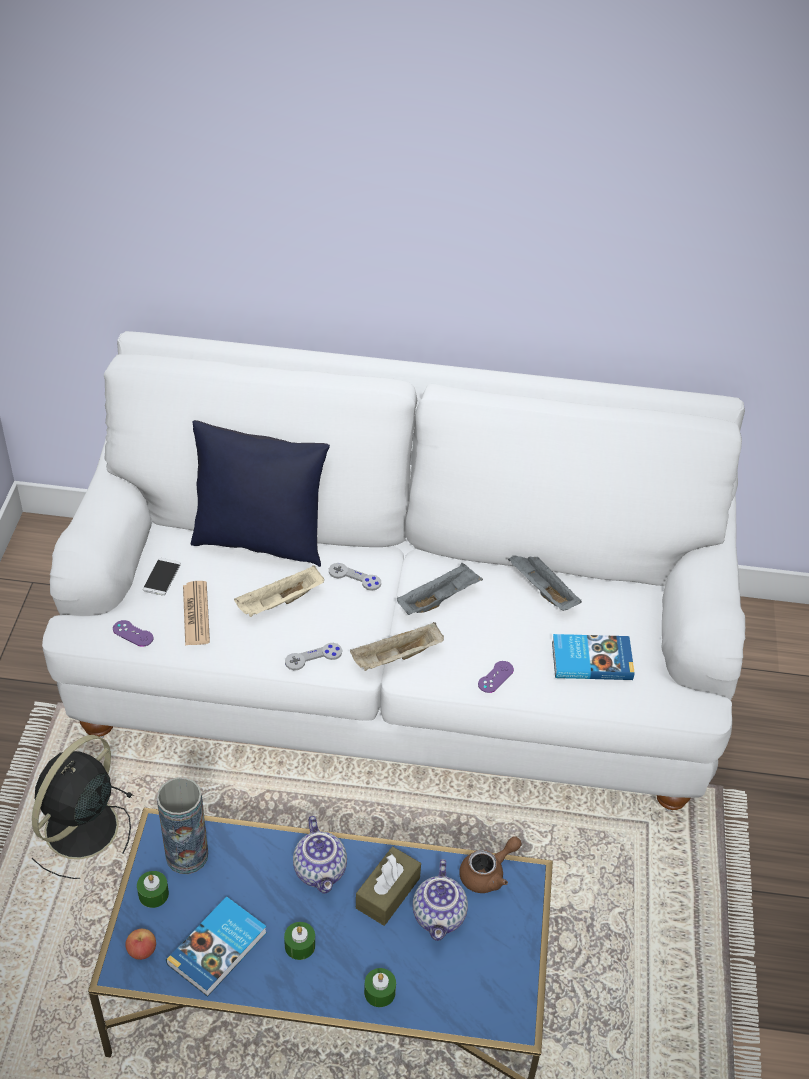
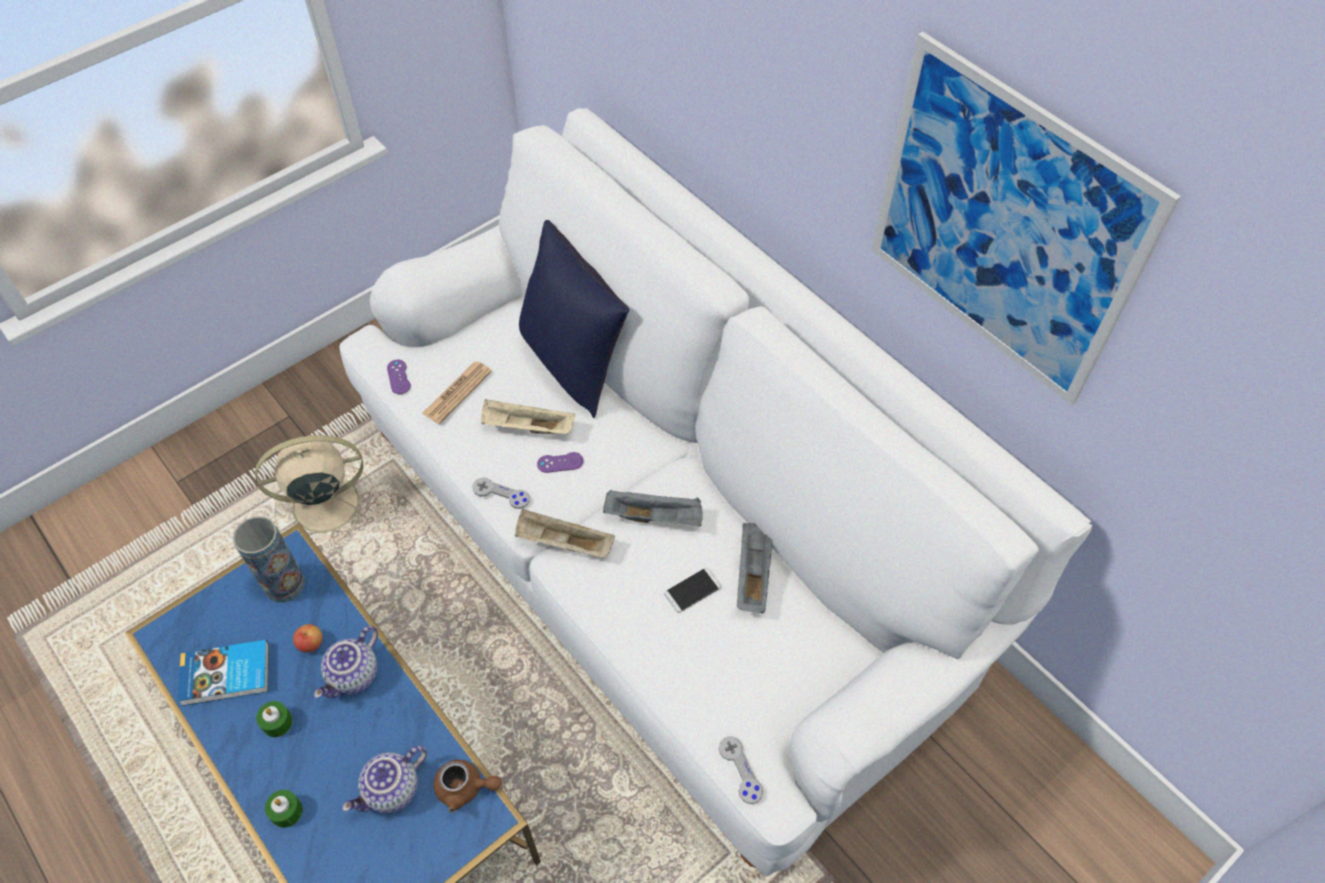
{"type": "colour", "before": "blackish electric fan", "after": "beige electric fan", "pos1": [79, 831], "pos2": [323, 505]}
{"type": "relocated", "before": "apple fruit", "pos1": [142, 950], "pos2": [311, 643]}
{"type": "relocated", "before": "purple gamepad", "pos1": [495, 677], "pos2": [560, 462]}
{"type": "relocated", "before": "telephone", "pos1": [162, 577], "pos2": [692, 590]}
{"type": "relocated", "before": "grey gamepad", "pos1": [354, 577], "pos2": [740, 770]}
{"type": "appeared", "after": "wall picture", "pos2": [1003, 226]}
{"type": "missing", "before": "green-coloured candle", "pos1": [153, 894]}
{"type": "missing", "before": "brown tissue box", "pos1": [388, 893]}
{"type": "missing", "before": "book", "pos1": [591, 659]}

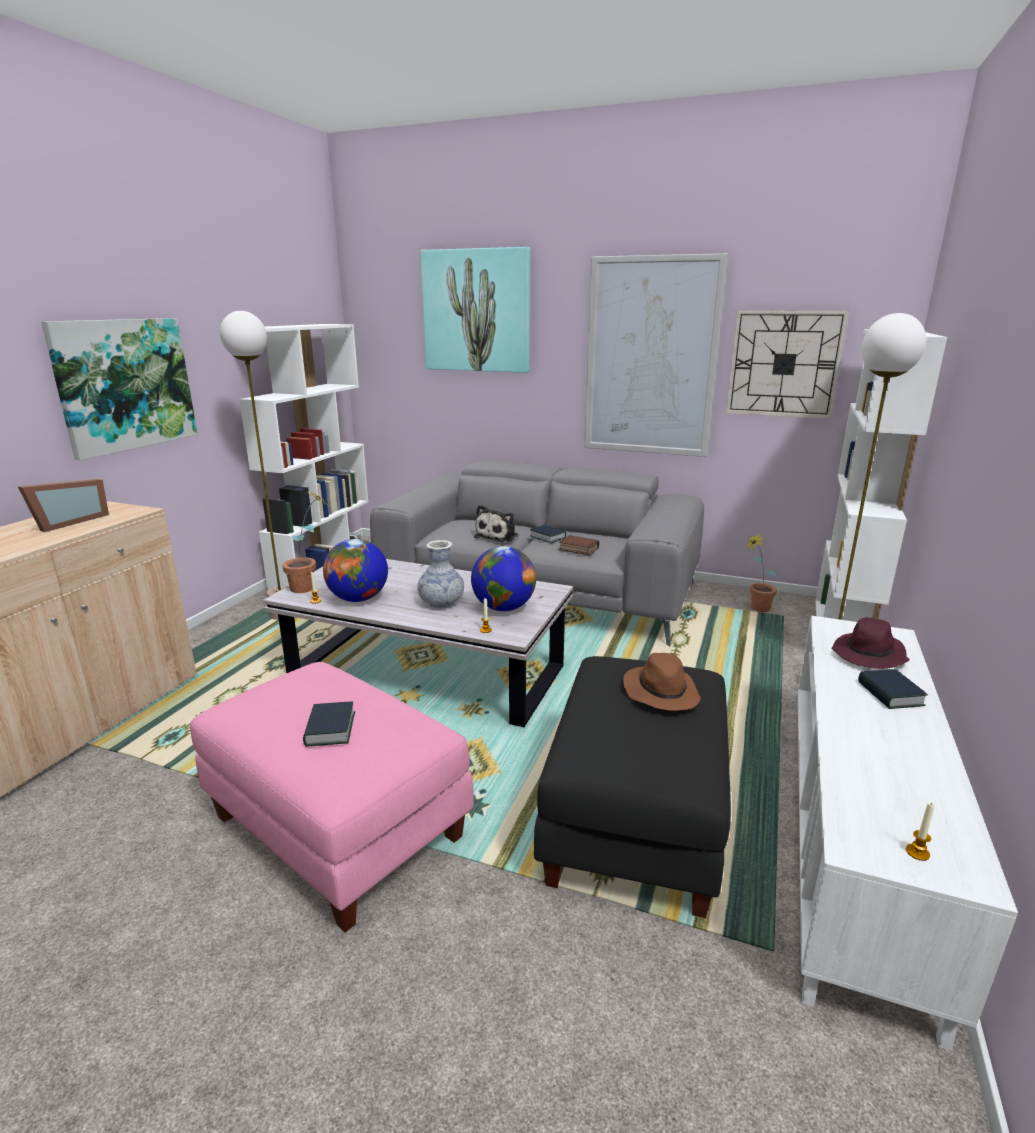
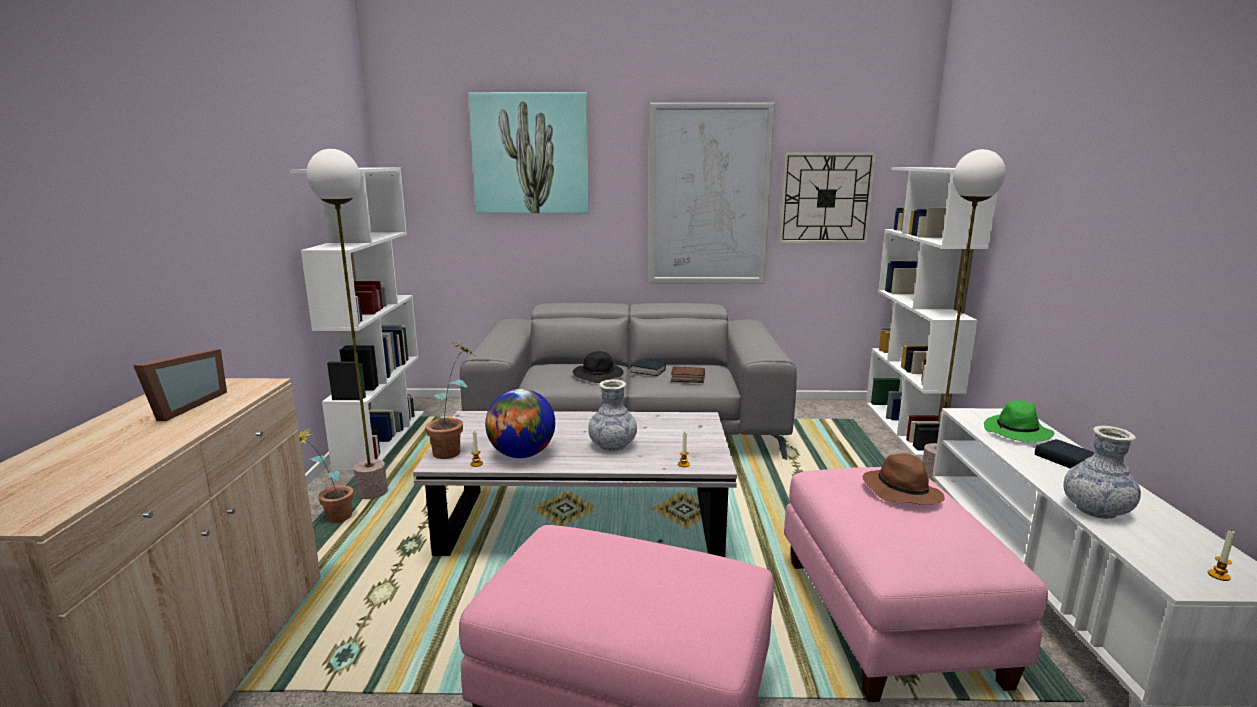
{"type": "relocated", "before": "houseplant", "pos1": [755, 609], "pos2": [331, 520]}
{"type": "exchanged", "before": "plush toy", "after": "blackish hat", "pos1": [498, 536], "pos2": [599, 375]}
{"type": "colour", "before": "blackish pouffe", "after": "pink-coloured pouffe", "pos1": [636, 820], "pos2": [890, 620]}
{"type": "colour", "before": "purple hat", "after": "green-coloured hat", "pos1": [869, 655], "pos2": [1017, 433]}
{"type": "appeared", "after": "decorative vase", "pos2": [1096, 510]}
{"type": "missing", "before": "wall picture", "pos1": [125, 384]}
{"type": "missing", "before": "book", "pos1": [330, 729]}
{"type": "missing", "before": "globe", "pos1": [503, 608]}

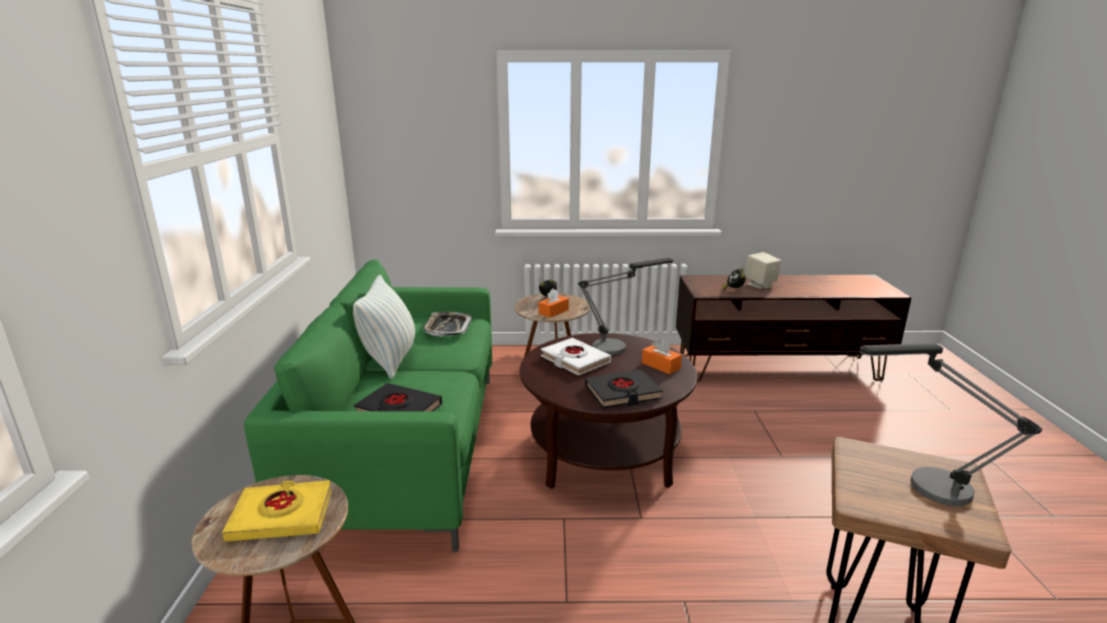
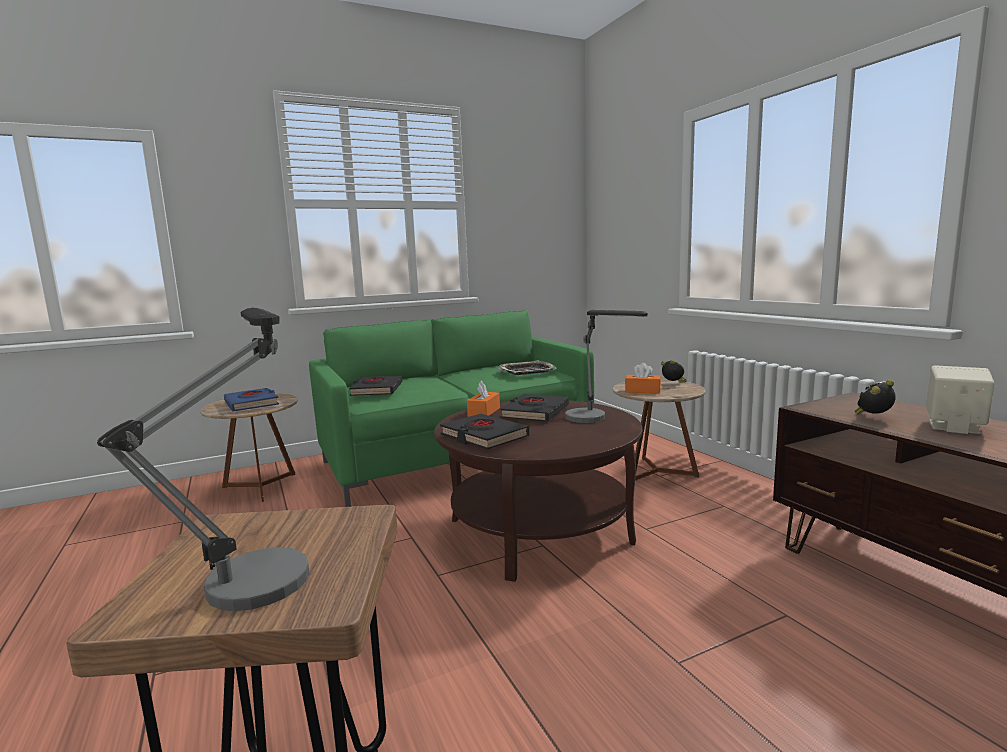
{"type": "colour", "before": "yellow-coloured book", "after": "blue-coloured book", "pos1": [282, 516], "pos2": [252, 404]}
{"type": "relocated", "before": "orange-coloured tissue box", "pos1": [661, 365], "pos2": [484, 412]}
{"type": "colour", "before": "white book", "after": "blackish book", "pos1": [575, 360], "pos2": [535, 412]}
{"type": "missing", "before": "pillow", "pos1": [390, 360]}

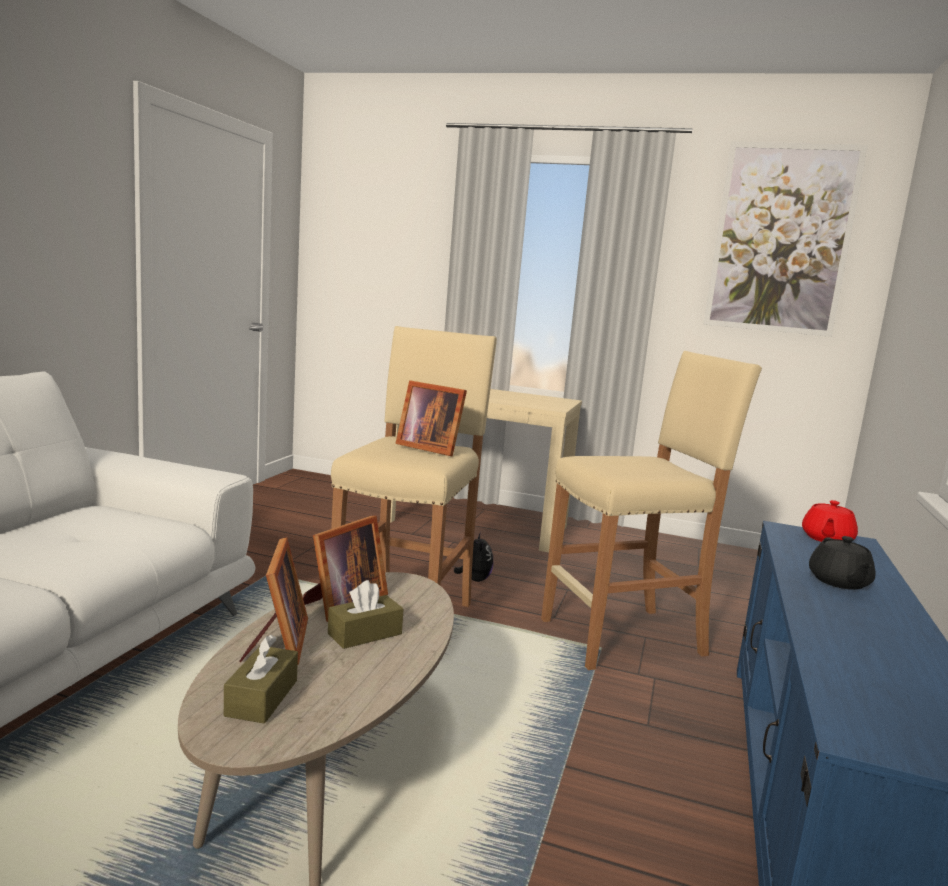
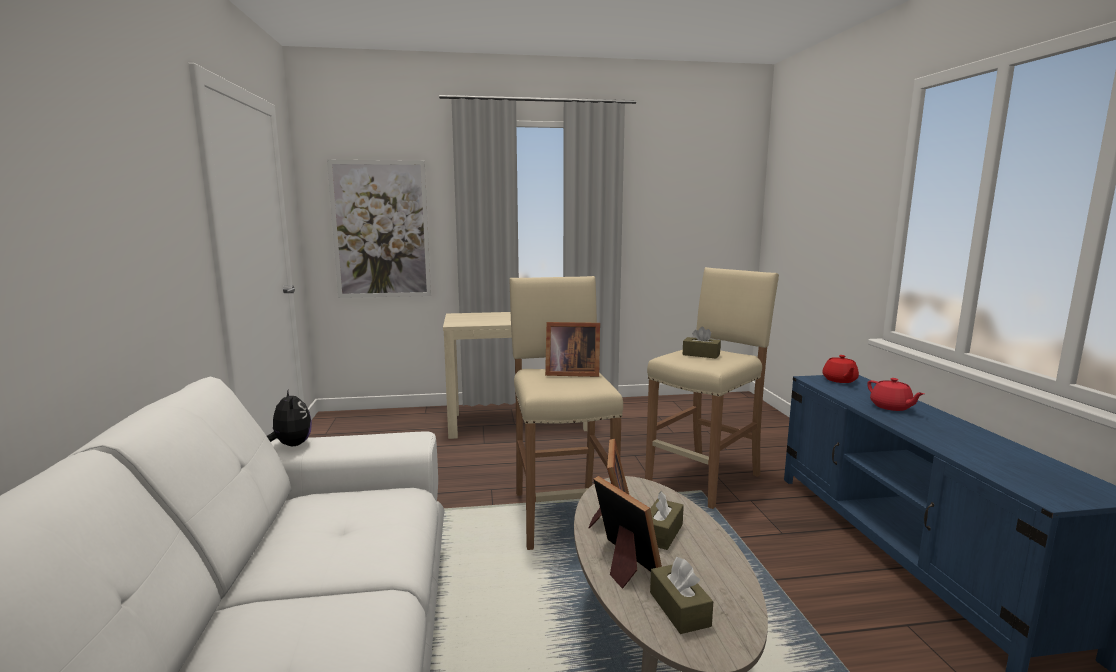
{"type": "relocated", "before": "plush toy", "pos1": [474, 580], "pos2": [291, 445]}
{"type": "relocated", "before": "wall picture", "pos1": [781, 239], "pos2": [381, 230]}
{"type": "appeared", "after": "brown tissue box", "pos2": [701, 354]}
{"type": "colour", "before": "blackish tea pot", "after": "red-coloured tea pot", "pos1": [839, 582], "pos2": [891, 407]}

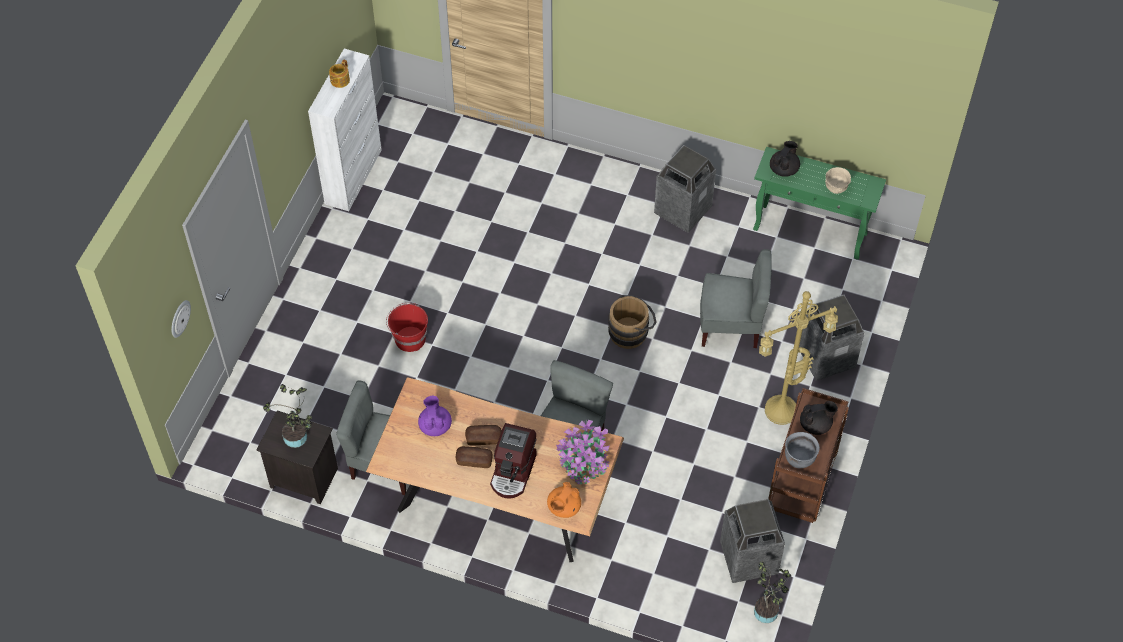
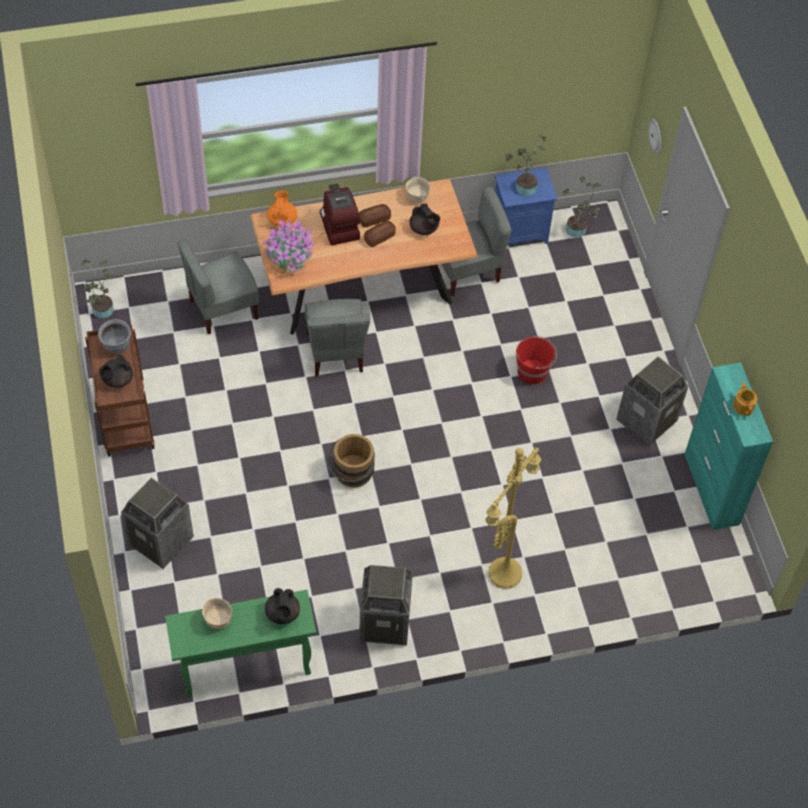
{"type": "relocated", "before": "grey chair", "pos1": [730, 326], "pos2": [223, 309]}
{"type": "appeared", "after": "beige bowl", "pos2": [417, 197]}
{"type": "colour", "before": "purple tea pot", "after": "blackish tea pot", "pos1": [435, 426], "pos2": [424, 229]}
{"type": "relocated", "before": "yellow-coloured standing lamp", "pos1": [780, 413], "pos2": [503, 571]}
{"type": "colour", "before": "blackish night table", "after": "blue-coloured night table", "pos1": [302, 478], "pos2": [520, 231]}
{"type": "appeared", "after": "houseplant", "pos2": [577, 231]}
{"type": "relocated", "before": "rubbish bin", "pos1": [748, 559], "pos2": [646, 420]}
{"type": "colour", "before": "white storage cabinet", "after": "turquoise storage cabinet", "pos1": [353, 176], "pos2": [711, 489]}

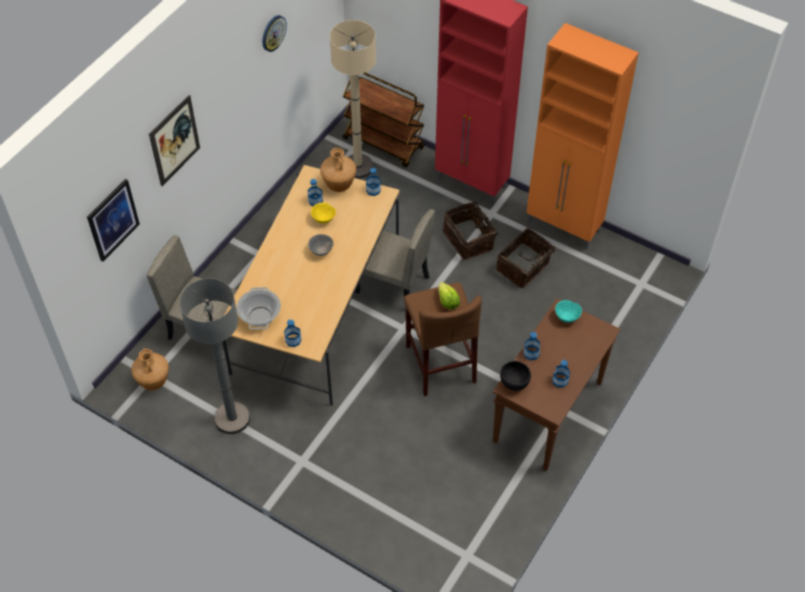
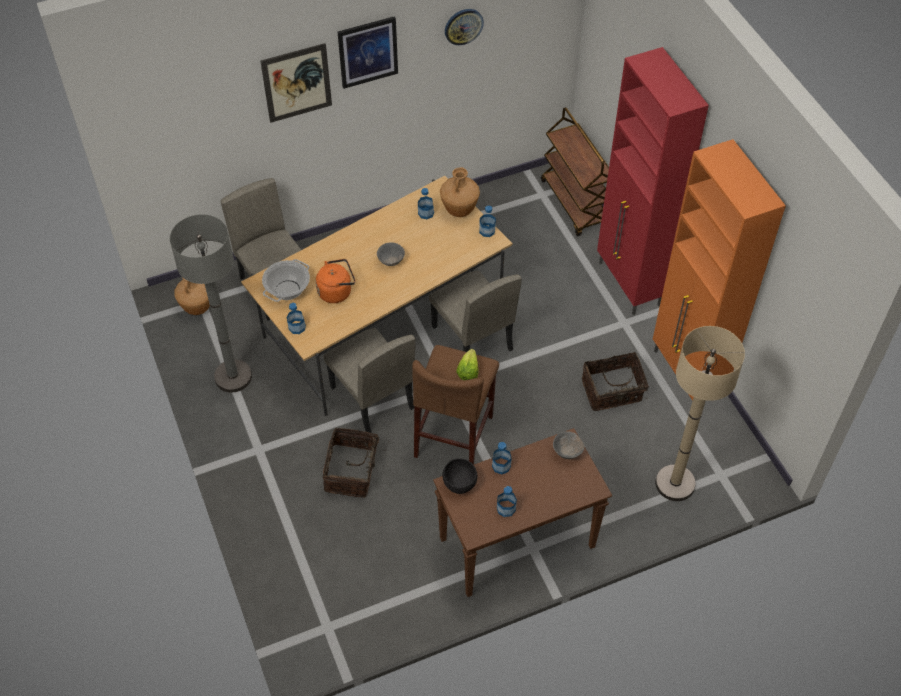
{"type": "appeared", "after": "orange-coloured water kettle", "pos2": [337, 291]}
{"type": "relocated", "before": "basket", "pos1": [469, 239], "pos2": [352, 472]}
{"type": "appeared", "after": "beige chair", "pos2": [371, 398]}
{"type": "relocated", "before": "wall picture", "pos1": [112, 220], "pos2": [368, 52]}
{"type": "colour", "before": "turquoise bowl", "after": "grey bowl", "pos1": [567, 317], "pos2": [567, 452]}
{"type": "relocated", "before": "beige standing lamp", "pos1": [358, 167], "pos2": [675, 484]}
{"type": "missing", "before": "yellow-coloured bowl", "pos1": [324, 219]}

